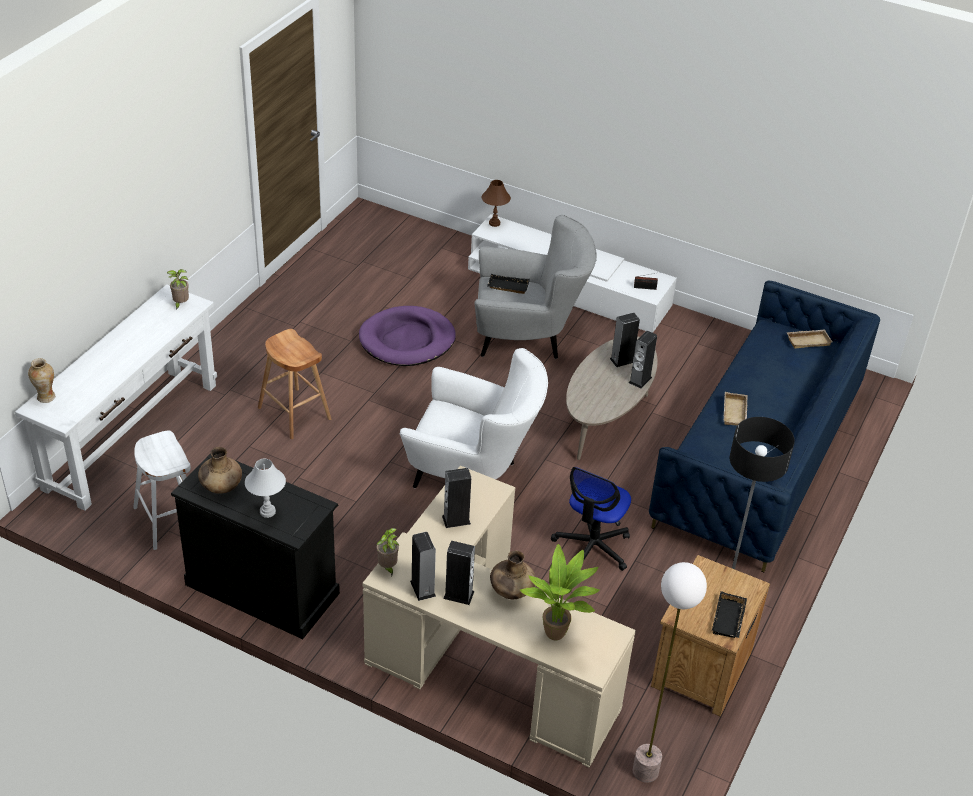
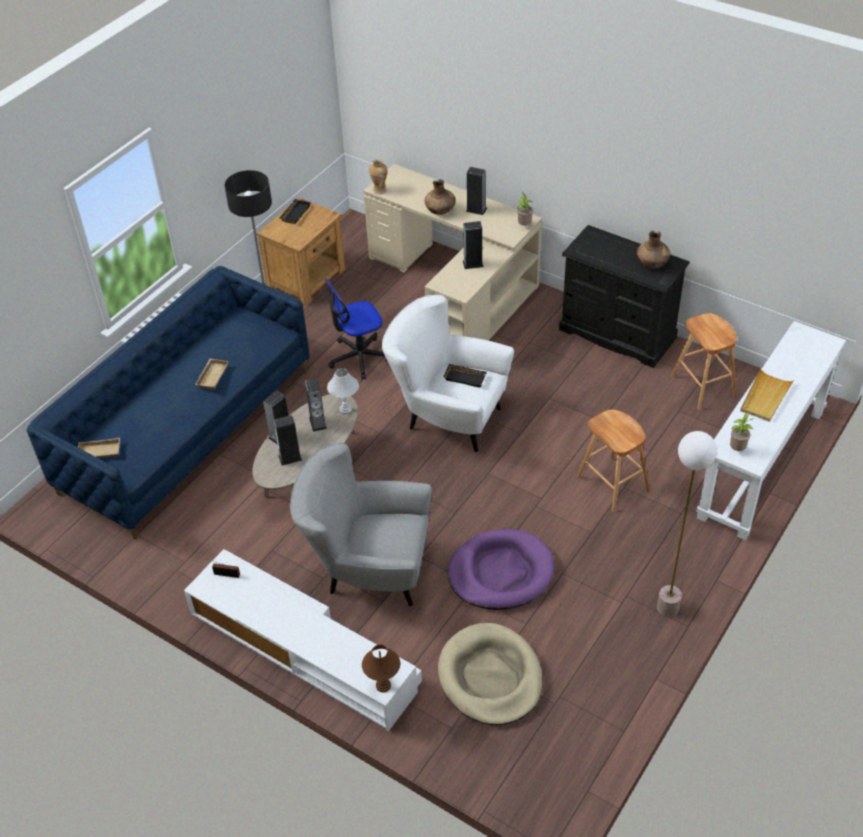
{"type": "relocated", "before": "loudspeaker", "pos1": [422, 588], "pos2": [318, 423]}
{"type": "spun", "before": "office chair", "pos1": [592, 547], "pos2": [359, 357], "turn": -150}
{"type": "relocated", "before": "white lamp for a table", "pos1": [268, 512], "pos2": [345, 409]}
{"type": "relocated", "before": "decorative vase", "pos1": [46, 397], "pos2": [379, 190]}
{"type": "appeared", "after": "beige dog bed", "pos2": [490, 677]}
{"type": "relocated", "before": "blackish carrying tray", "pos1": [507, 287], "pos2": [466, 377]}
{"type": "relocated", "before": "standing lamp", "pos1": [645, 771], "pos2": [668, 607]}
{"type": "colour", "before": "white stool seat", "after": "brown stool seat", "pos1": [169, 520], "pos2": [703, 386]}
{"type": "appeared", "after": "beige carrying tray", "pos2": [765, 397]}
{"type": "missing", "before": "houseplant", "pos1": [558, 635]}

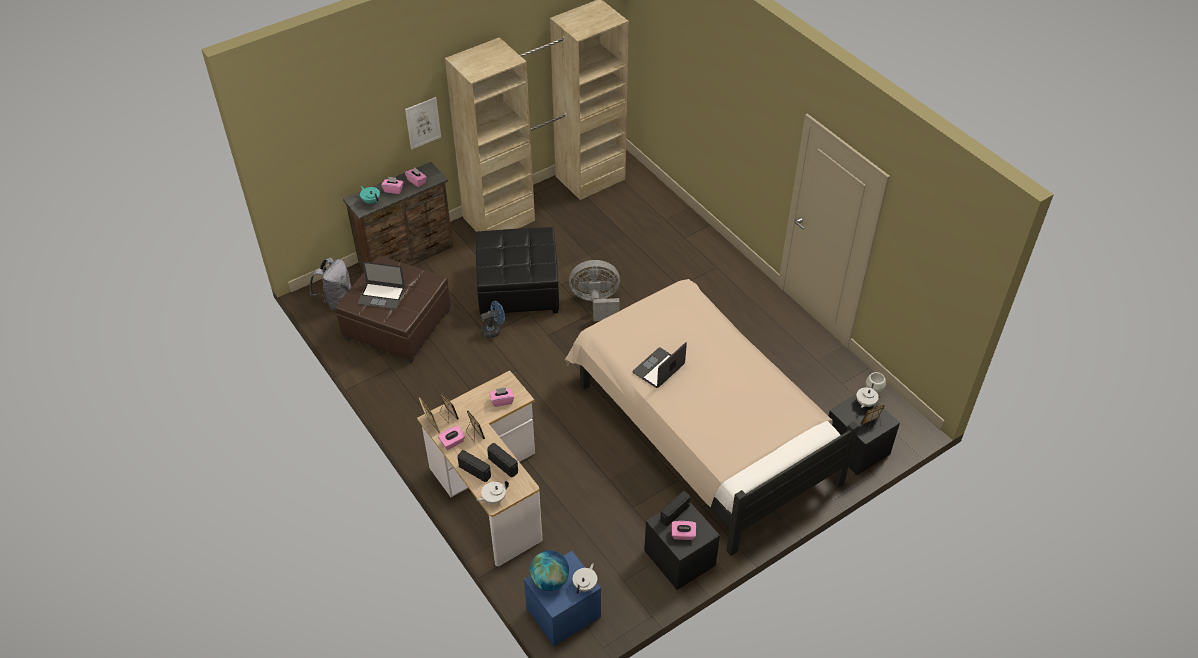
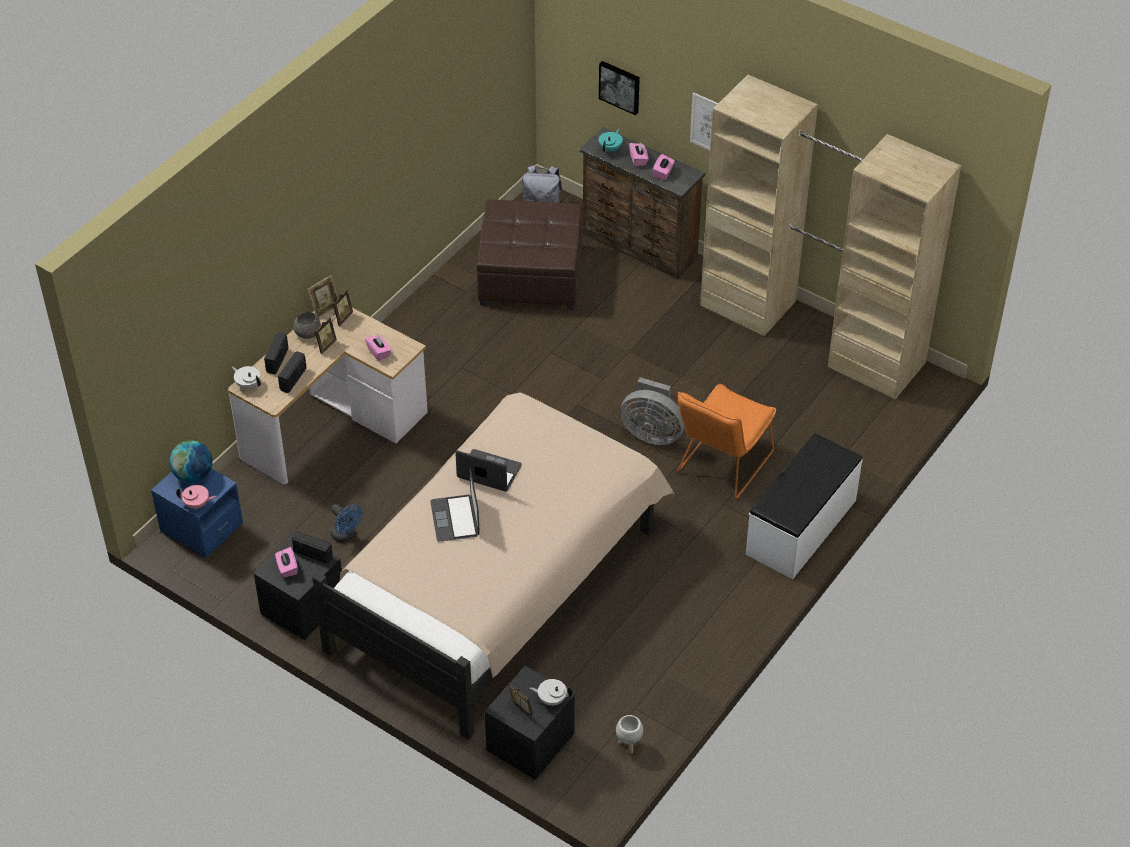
{"type": "colour", "before": "white tea pot", "after": "pink-coloured tea pot", "pos1": [585, 585], "pos2": [197, 504]}
{"type": "exchanged", "before": "pink-coloured tissue box", "after": "grey bowl", "pos1": [452, 442], "pos2": [308, 332]}
{"type": "relocated", "before": "blue-coloured electric fan", "pos1": [494, 330], "pos2": [346, 535]}
{"type": "relocated", "before": "notebook computer", "pos1": [381, 295], "pos2": [455, 518]}
{"type": "appeared", "after": "wall picture", "pos2": [620, 86]}
{"type": "spun", "before": "grey electric fan", "pos1": [596, 303], "pos2": [652, 433], "turn": 135}
{"type": "appeared", "after": "orange-coloured chair", "pos2": [721, 466]}
{"type": "appeared", "after": "white indoor bench", "pos2": [802, 527]}
{"type": "missing", "before": "blackish pouffe", "pos1": [519, 288]}

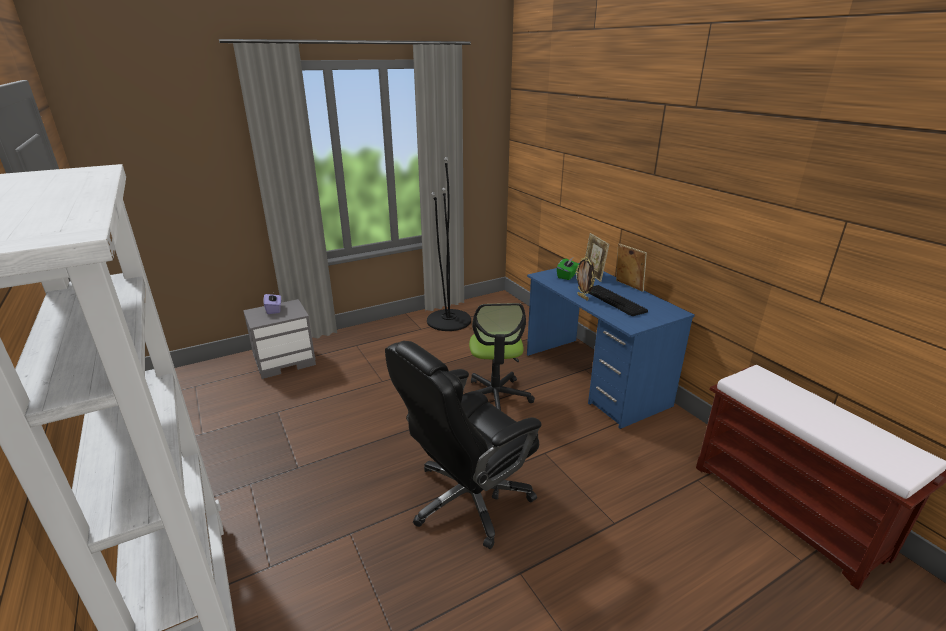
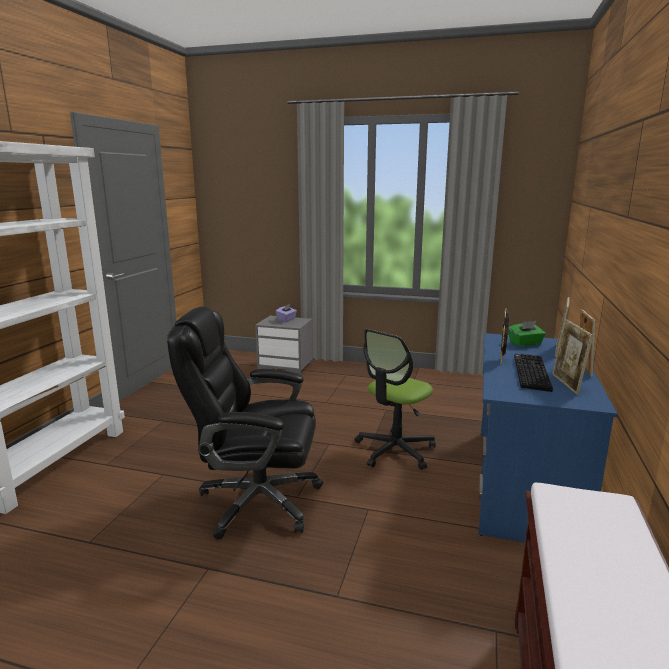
{"type": "appeared", "after": "photo frame", "pos2": [567, 384]}
{"type": "missing", "before": "blackish standing lamp", "pos1": [449, 320]}

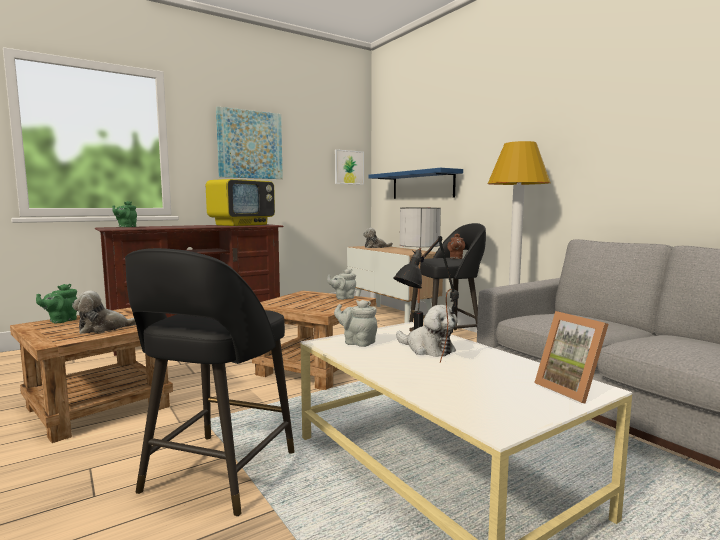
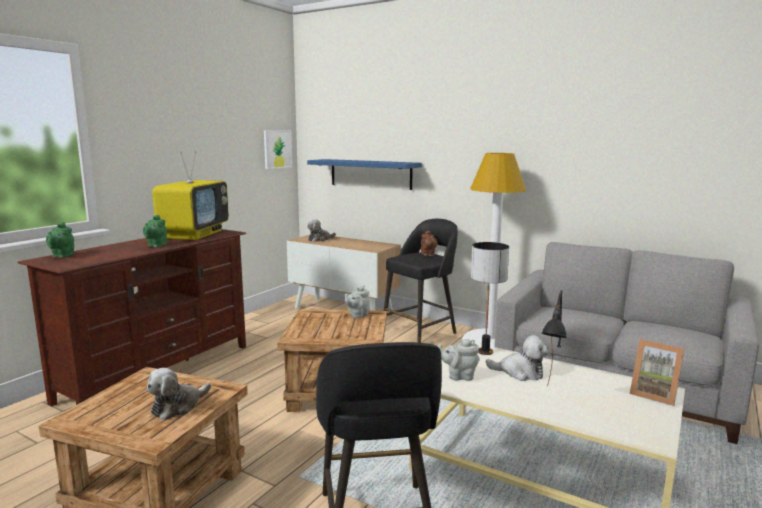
{"type": "relocated", "before": "green-coloured tea pot", "pos1": [61, 321], "pos2": [156, 245]}
{"type": "missing", "before": "wall picture", "pos1": [249, 145]}

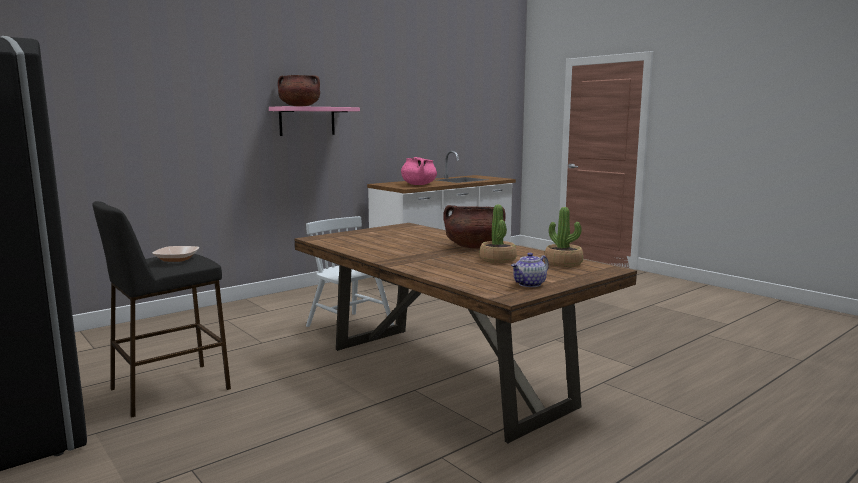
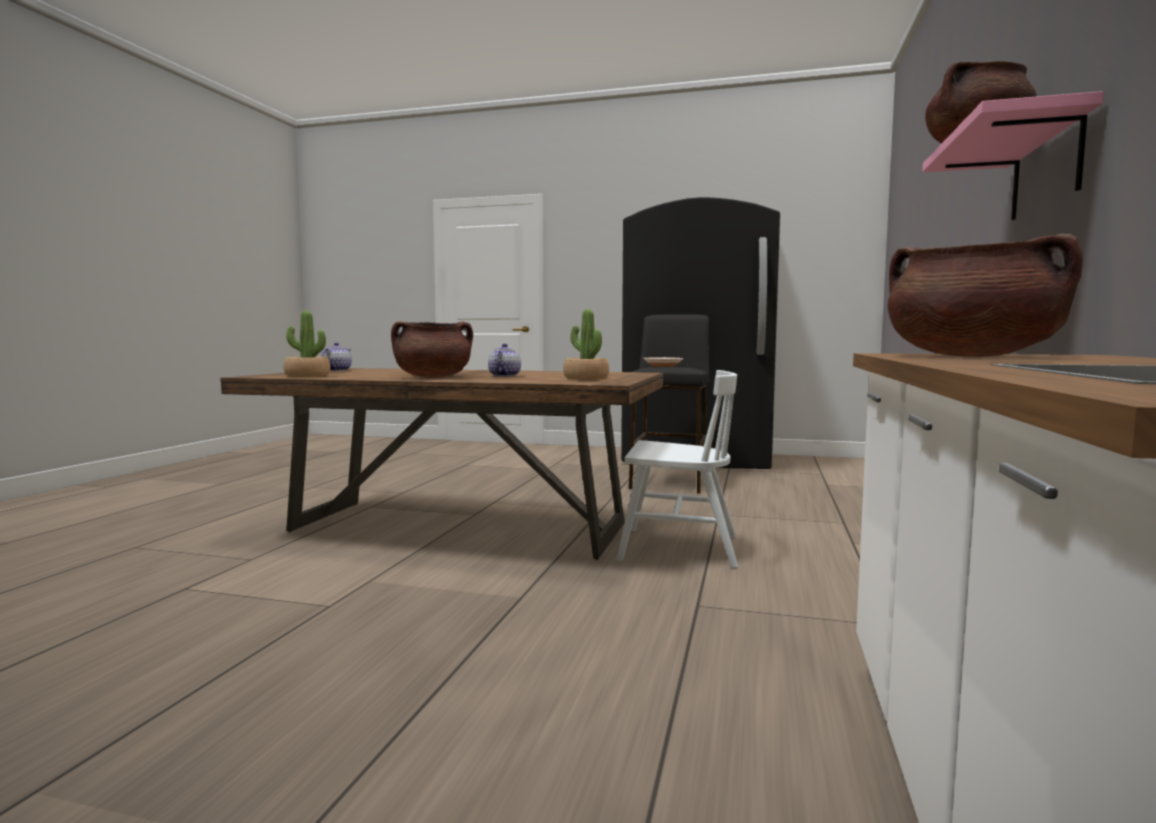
{"type": "appeared", "after": "tea pot", "pos2": [504, 376]}
{"type": "relocated", "before": "houseplant", "pos1": [498, 259], "pos2": [586, 378]}
{"type": "colour", "before": "pink-coloured saucepot", "after": "brown saucepot", "pos1": [418, 184], "pos2": [971, 356]}

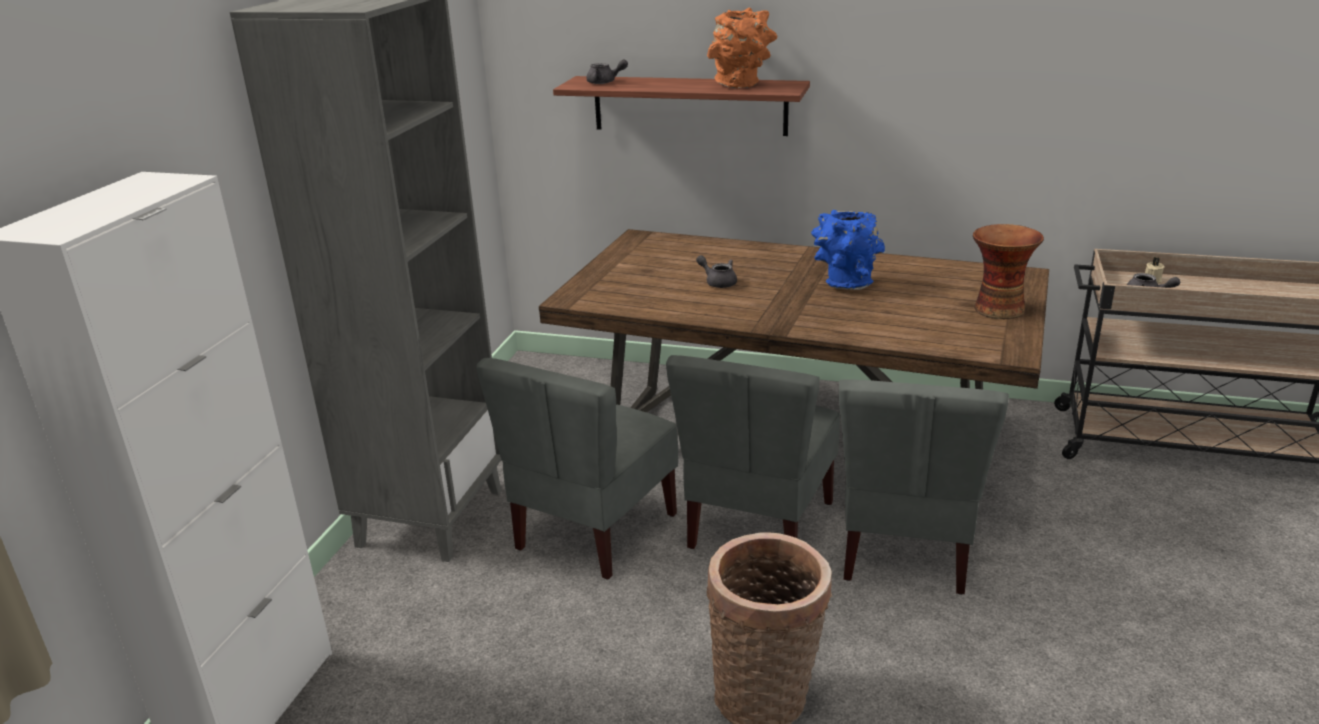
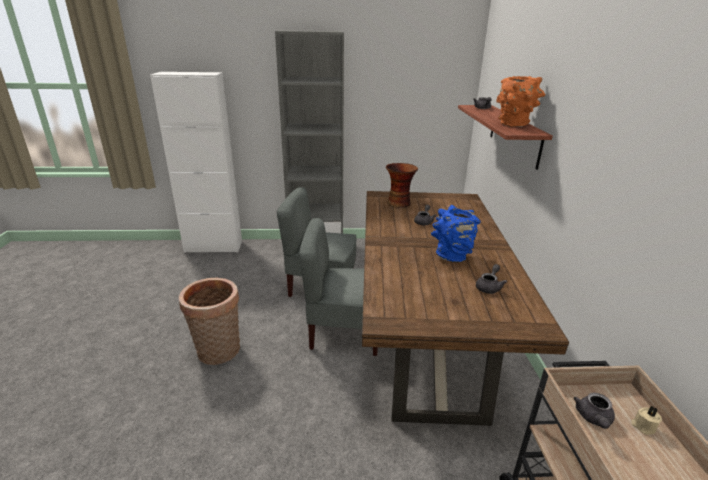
{"type": "relocated", "before": "decorative vase", "pos1": [997, 309], "pos2": [399, 203]}
{"type": "appeared", "after": "grey tea pot", "pos2": [489, 287]}
{"type": "missing", "before": "grey chair", "pos1": [904, 549]}

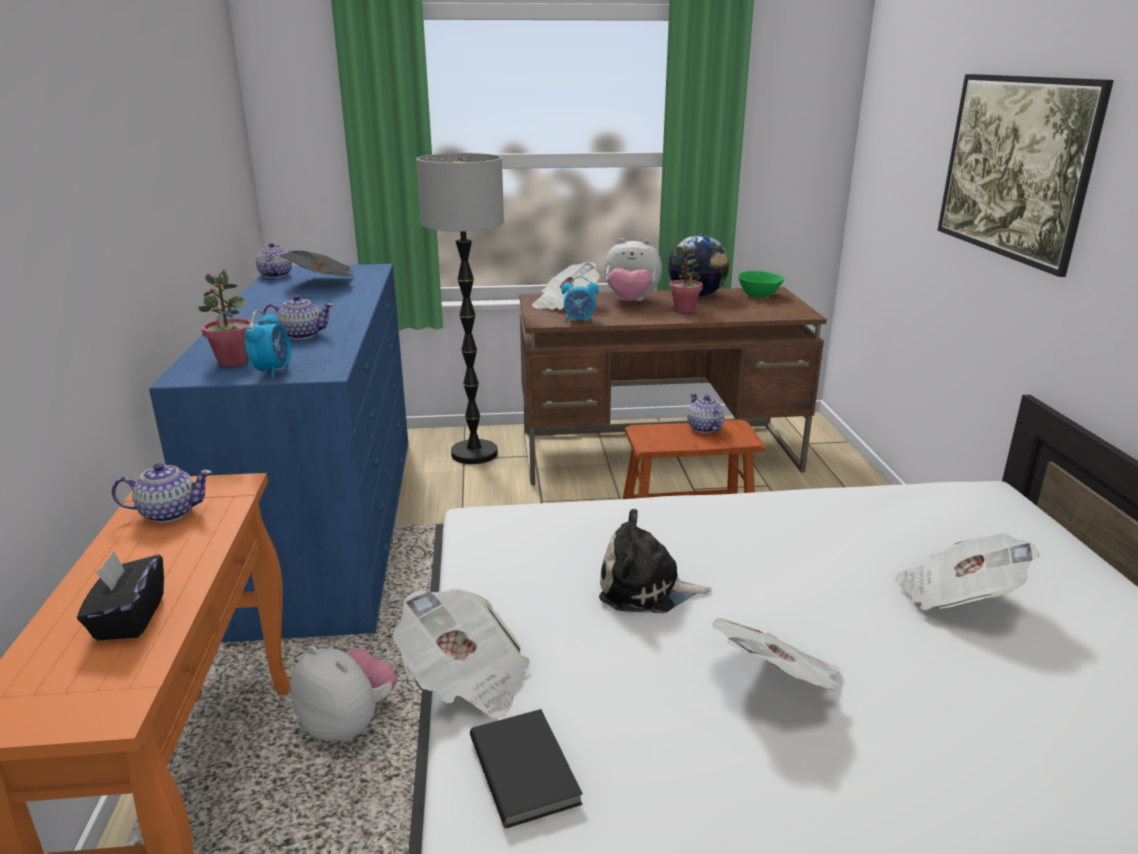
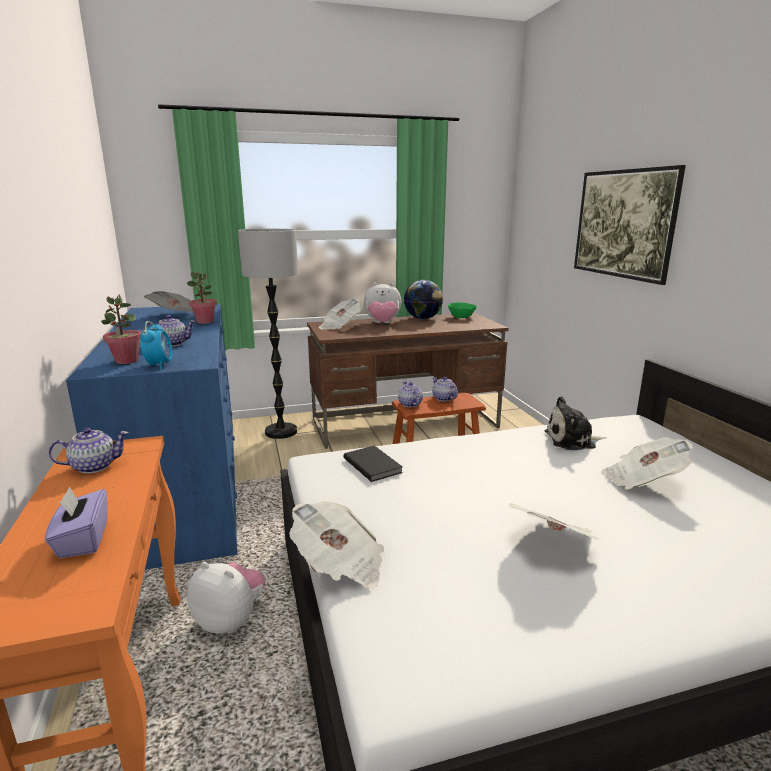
{"type": "colour", "before": "blackish tissue box", "after": "purple tissue box", "pos1": [129, 618], "pos2": [82, 540]}
{"type": "relocated", "before": "houseplant", "pos1": [684, 310], "pos2": [205, 322]}
{"type": "relocated", "before": "blackish book", "pos1": [526, 767], "pos2": [373, 465]}
{"type": "relocated", "before": "tea pot", "pos1": [275, 275], "pos2": [410, 404]}
{"type": "relocated", "before": "plush toy", "pos1": [646, 589], "pos2": [573, 440]}
{"type": "missing", "before": "table clock", "pos1": [579, 321]}

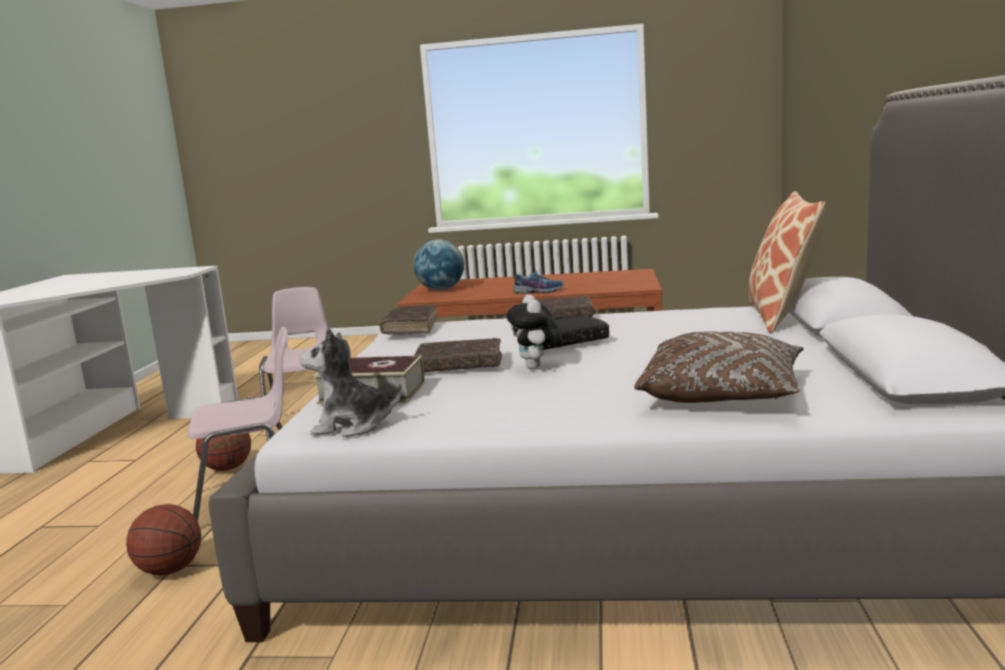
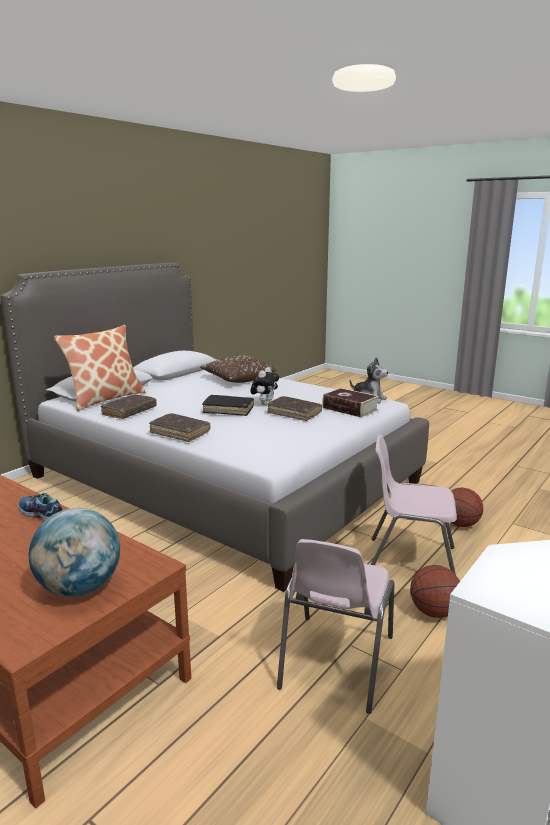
{"type": "relocated", "before": "brown book", "pos1": [410, 328], "pos2": [129, 412]}

